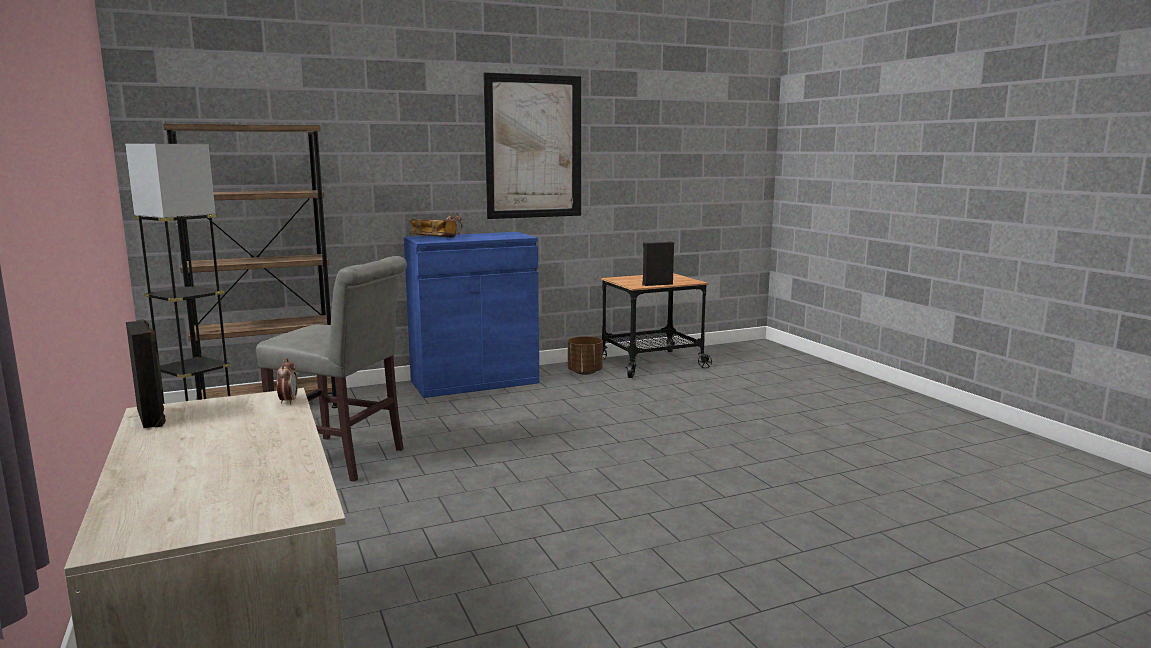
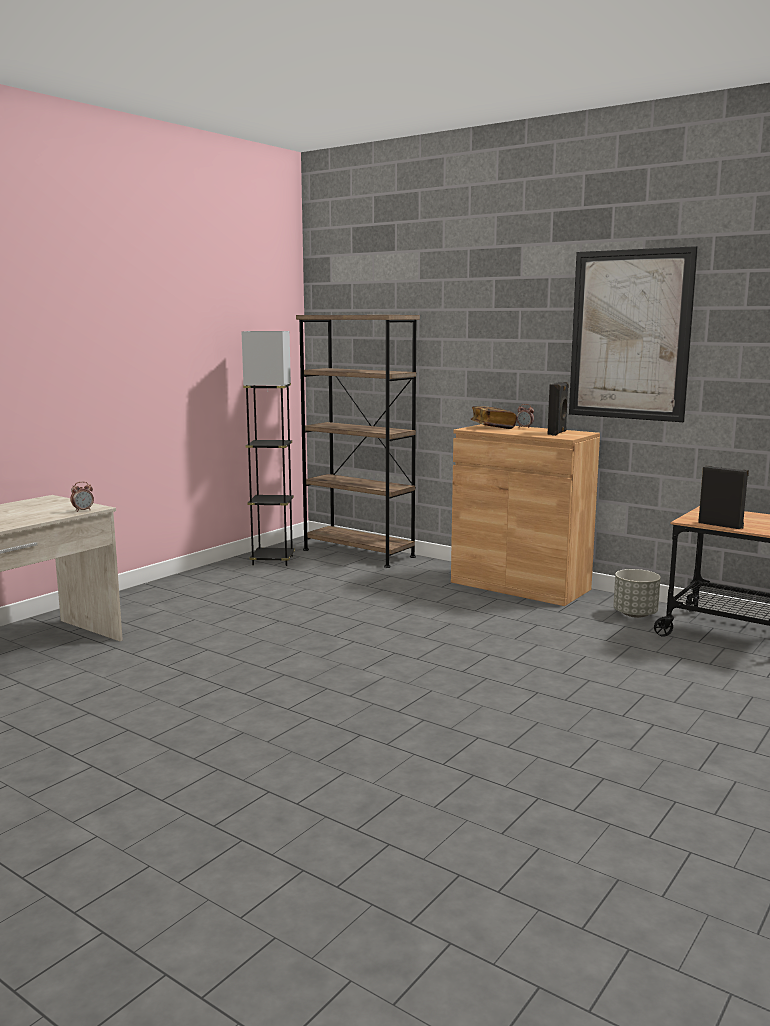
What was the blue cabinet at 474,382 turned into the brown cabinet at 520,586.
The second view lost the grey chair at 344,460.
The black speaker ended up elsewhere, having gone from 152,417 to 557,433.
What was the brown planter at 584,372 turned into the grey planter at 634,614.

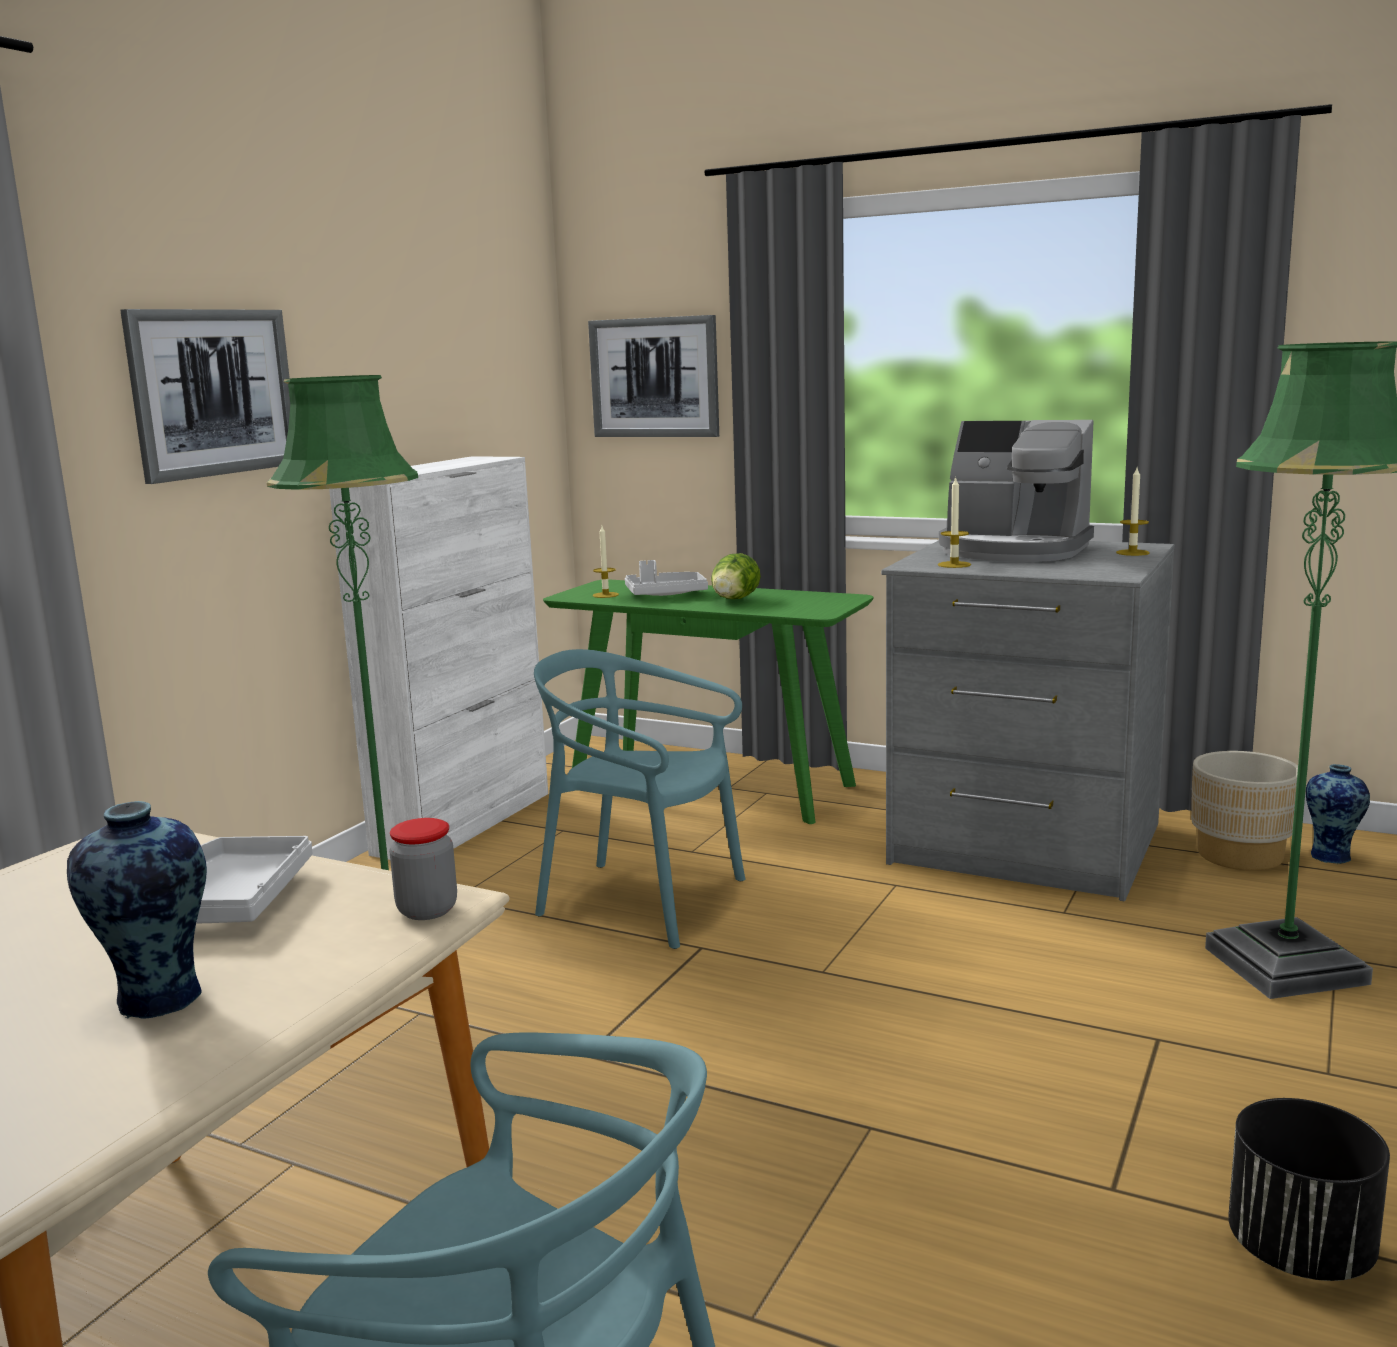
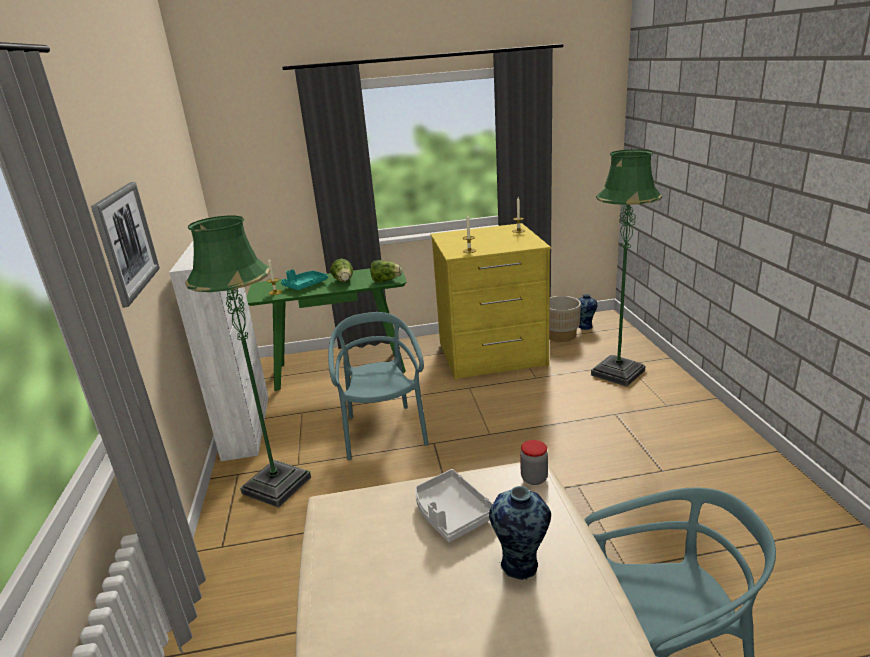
The second view lost the picture at 654,377.
The second view lost the coffee machine at 1013,550.
What was the grey dresser at 1024,845 turned into the yellow dresser at 492,355.
What was the grey tray at 665,594 turned into the turquoise tray at 305,285.
The turquoise chair at 642,901 ended up facing another way, 90 degrees clockwise from before.
The second view lost the black planter at 1301,1251.
The second view gained the lettuce at 386,281.

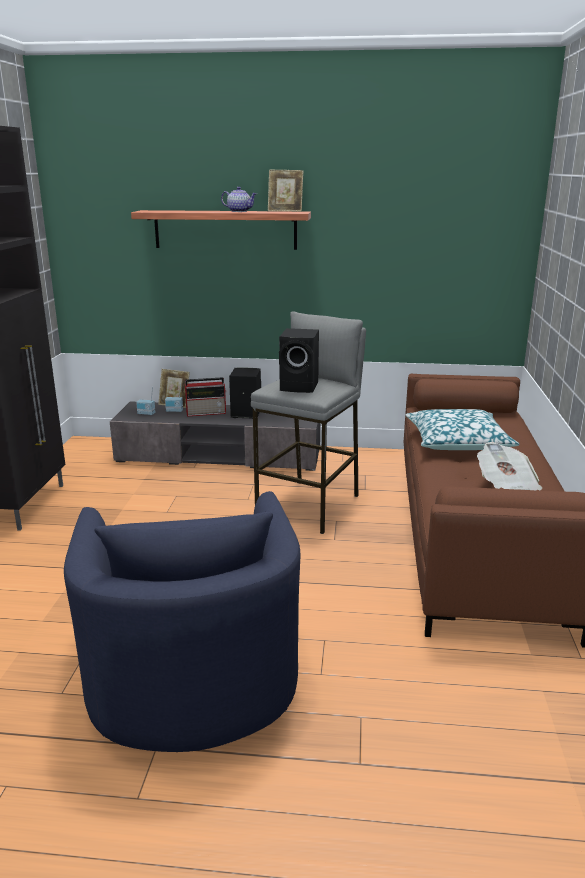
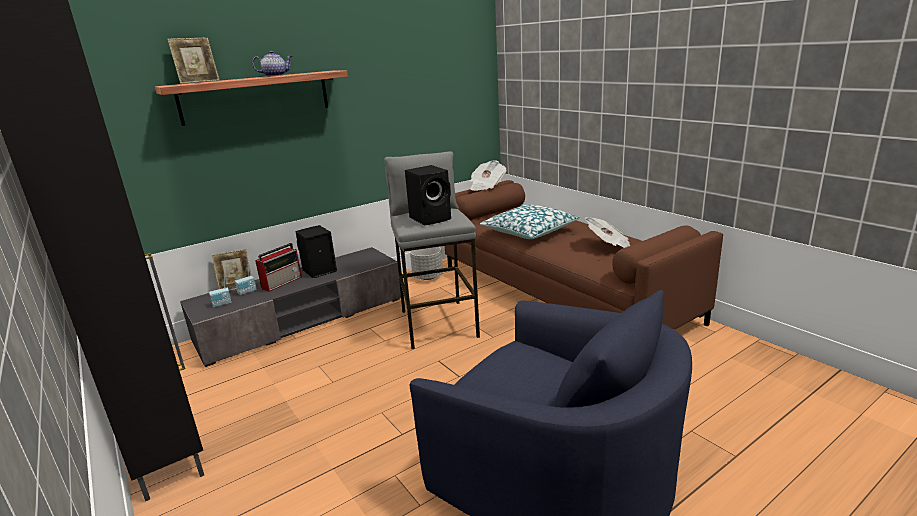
The picture frame ended up elsewhere, having gone from 285,211 to 199,82.
The second view gained the newspaper at 486,186.
The second view gained the grey planter at 428,277.

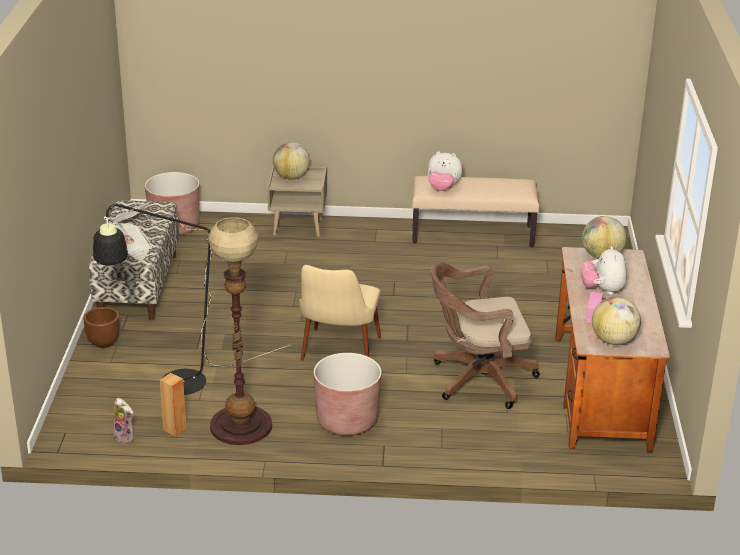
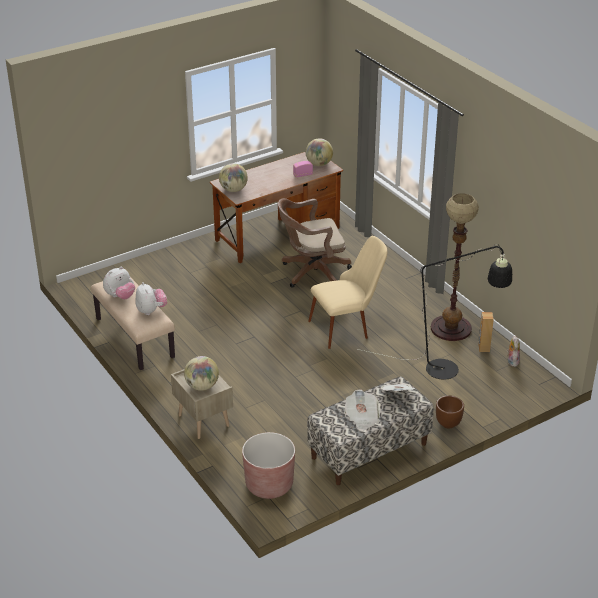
The plush toy ended up elsewhere, having gone from 602,290 to 120,296.
The brown office chair at 477,380 ended up facing another way, 120 degrees clockwise from before.
The second view lost the brown planter at 347,421.

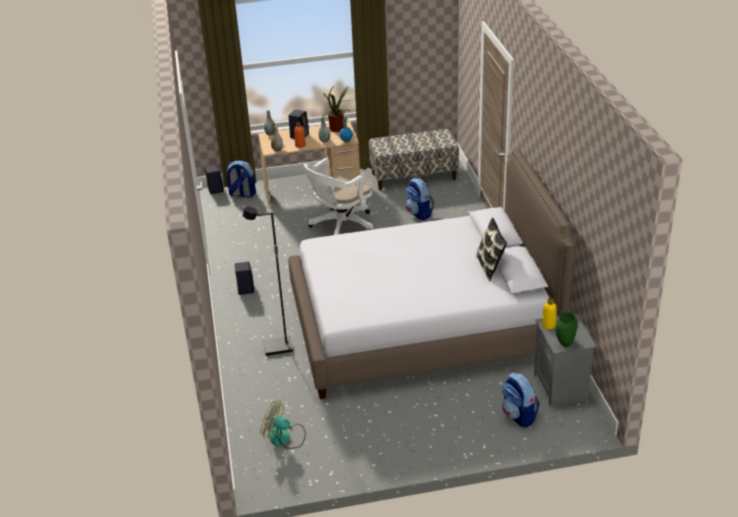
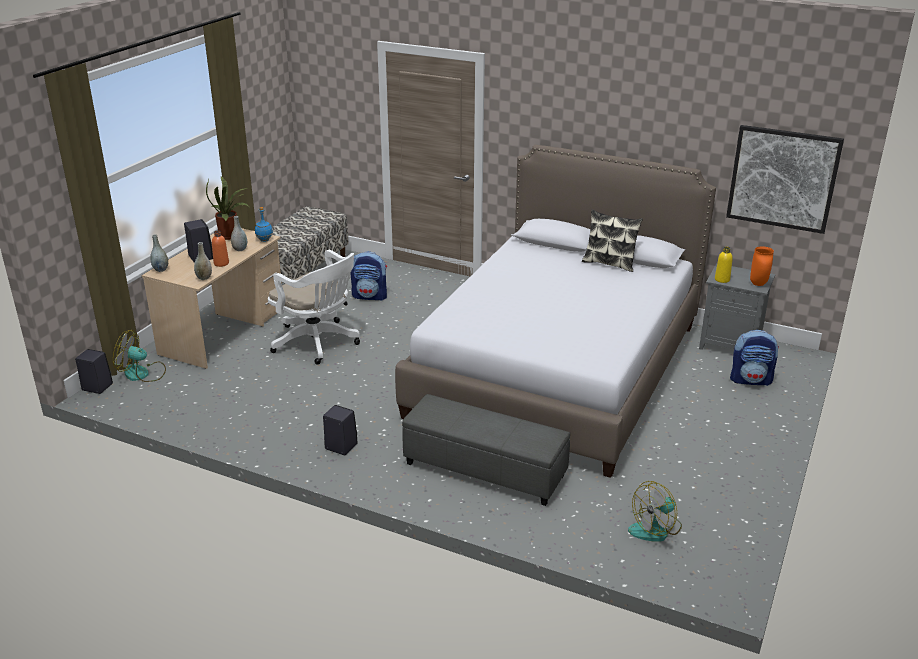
The white office chair at 340,226 ended up facing another way, 45 degrees counterclockwise from before.
Where the backpack stood at 242,194, the fan came to stand at 142,374.
Where the black floor lamp stood at 277,348, the grey ottoman came to stand at 485,469.
What was the green vase at 564,343 turned into the orange vase at 757,284.
The second view gained the picture at 783,178.

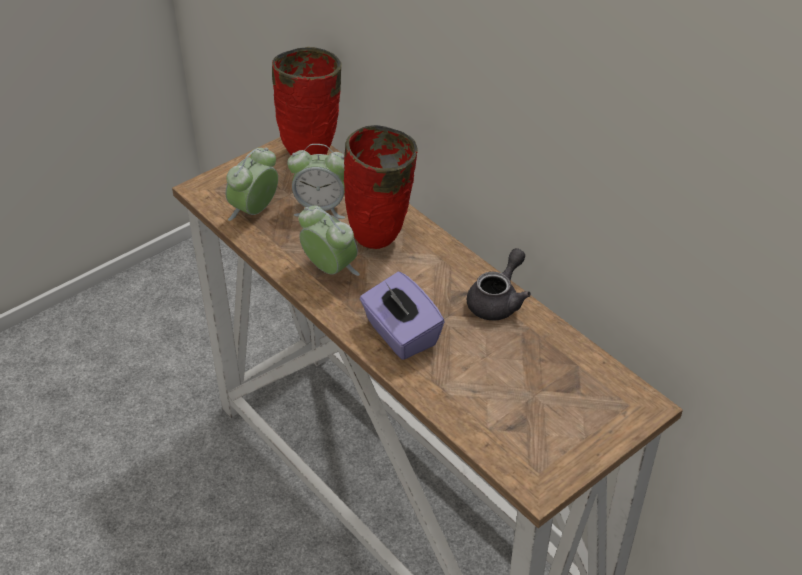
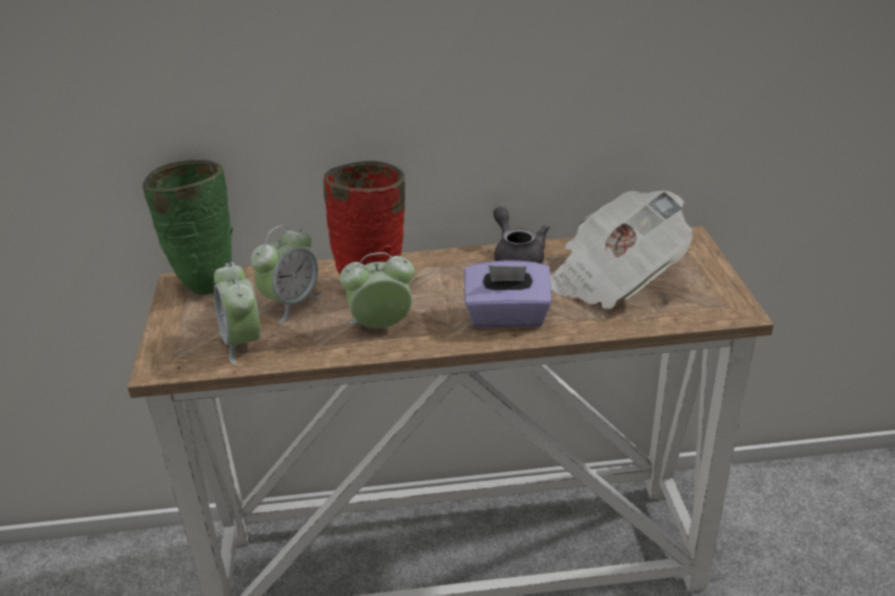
What was the red vase at 312,153 turned into the green vase at 207,282.
The second view gained the newspaper at 614,279.

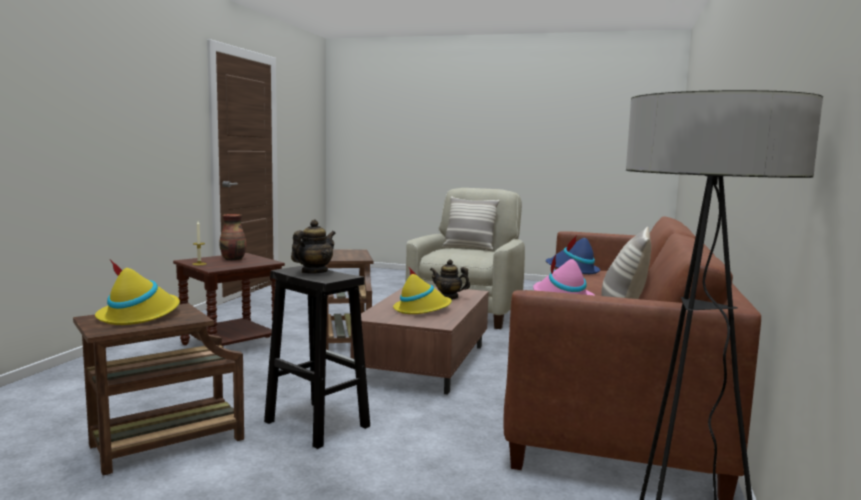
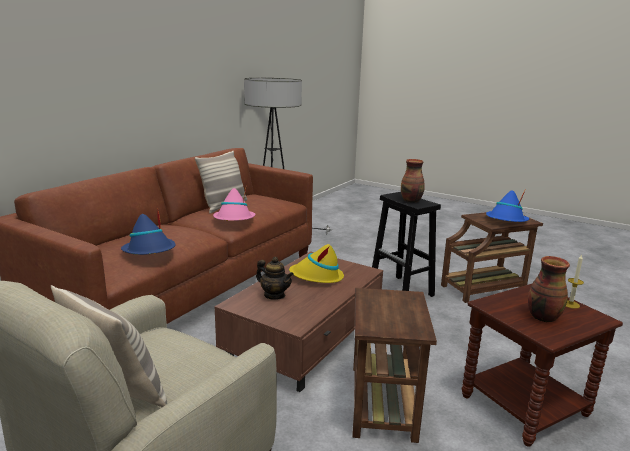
Where the teapot stood at 313,272, the vase came to stand at 411,200.
What was the yellow hat at 139,315 turned into the blue hat at 506,220.

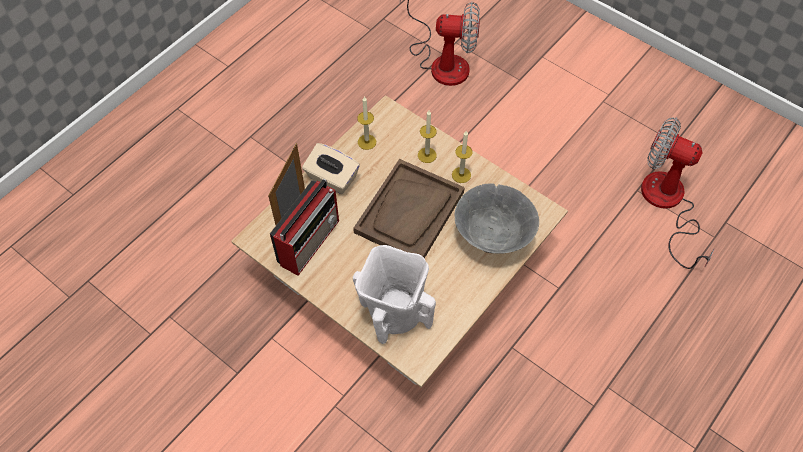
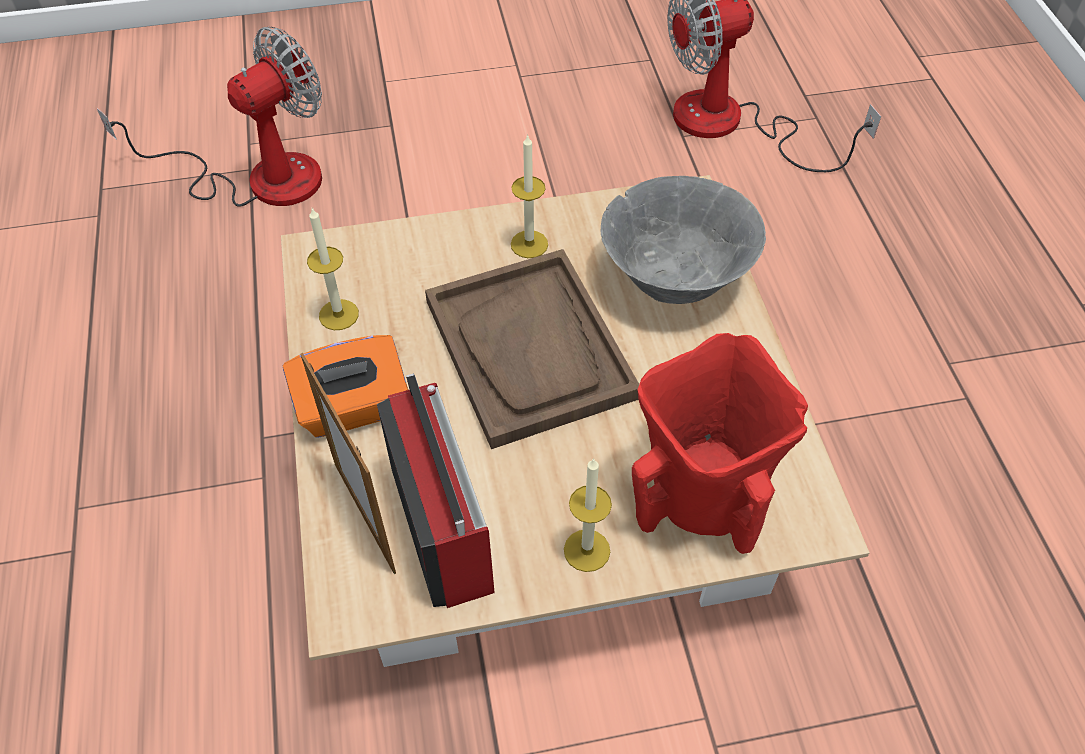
The candle ended up elsewhere, having gone from 427,155 to 587,550.
What was the beige tissue box at 331,178 turned into the orange tissue box at 353,408.
What was the white vase at 394,313 turned into the red vase at 700,497.

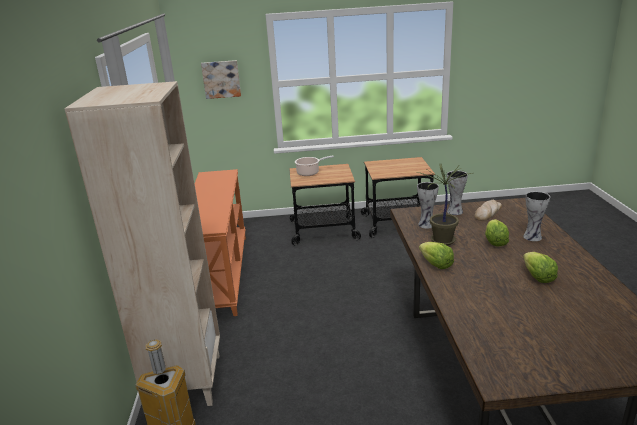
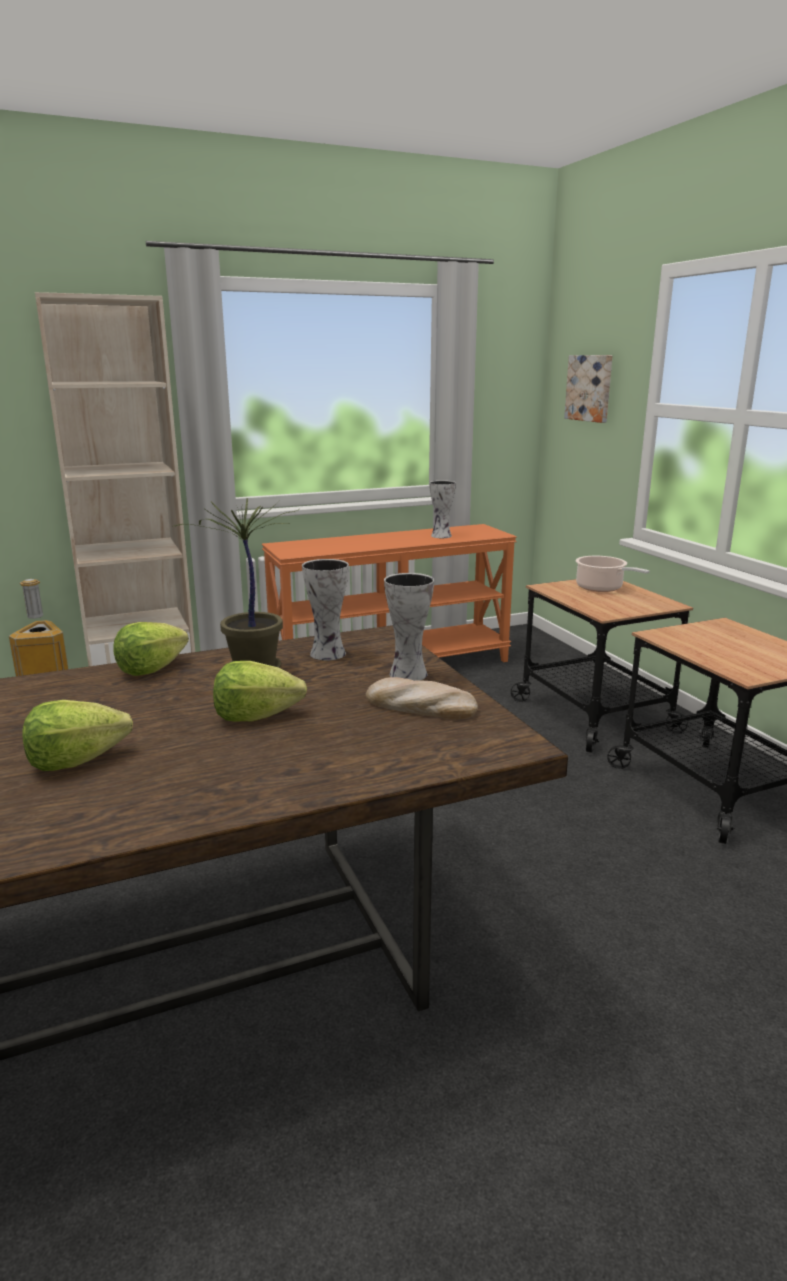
The vase ended up elsewhere, having gone from 533,237 to 441,536.

